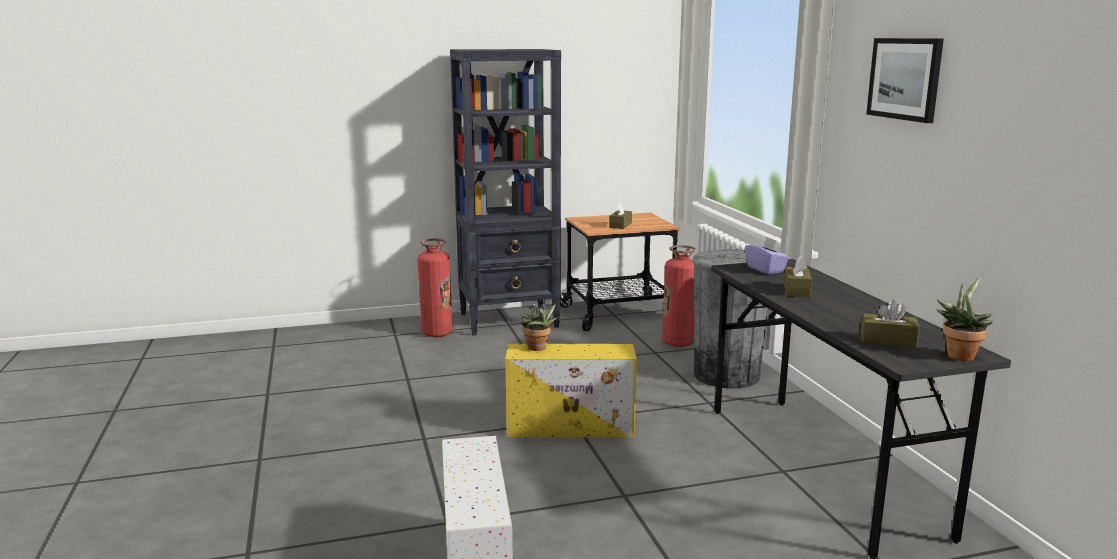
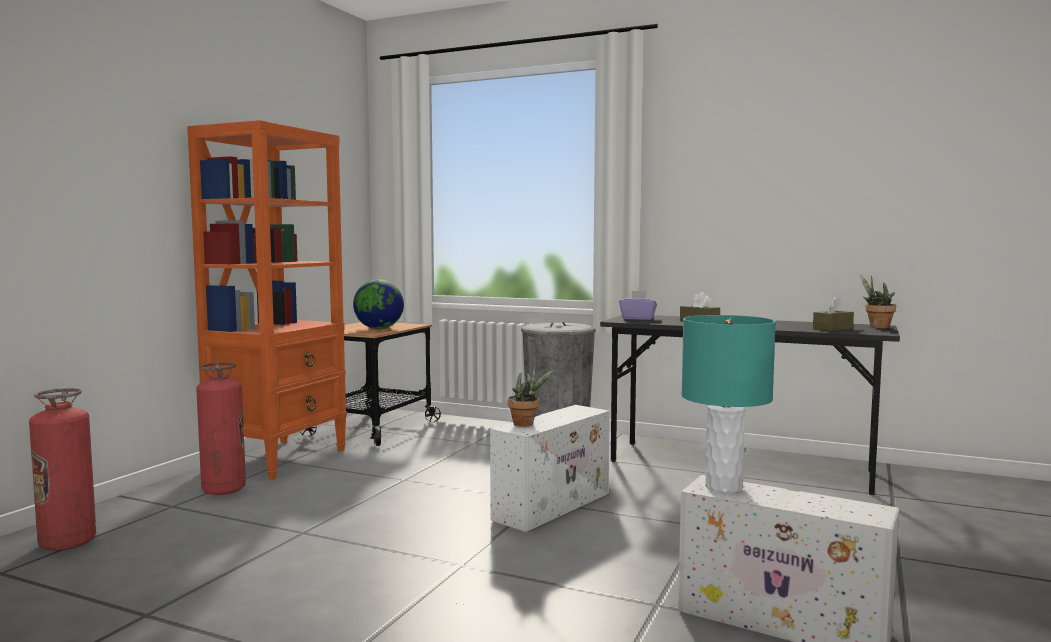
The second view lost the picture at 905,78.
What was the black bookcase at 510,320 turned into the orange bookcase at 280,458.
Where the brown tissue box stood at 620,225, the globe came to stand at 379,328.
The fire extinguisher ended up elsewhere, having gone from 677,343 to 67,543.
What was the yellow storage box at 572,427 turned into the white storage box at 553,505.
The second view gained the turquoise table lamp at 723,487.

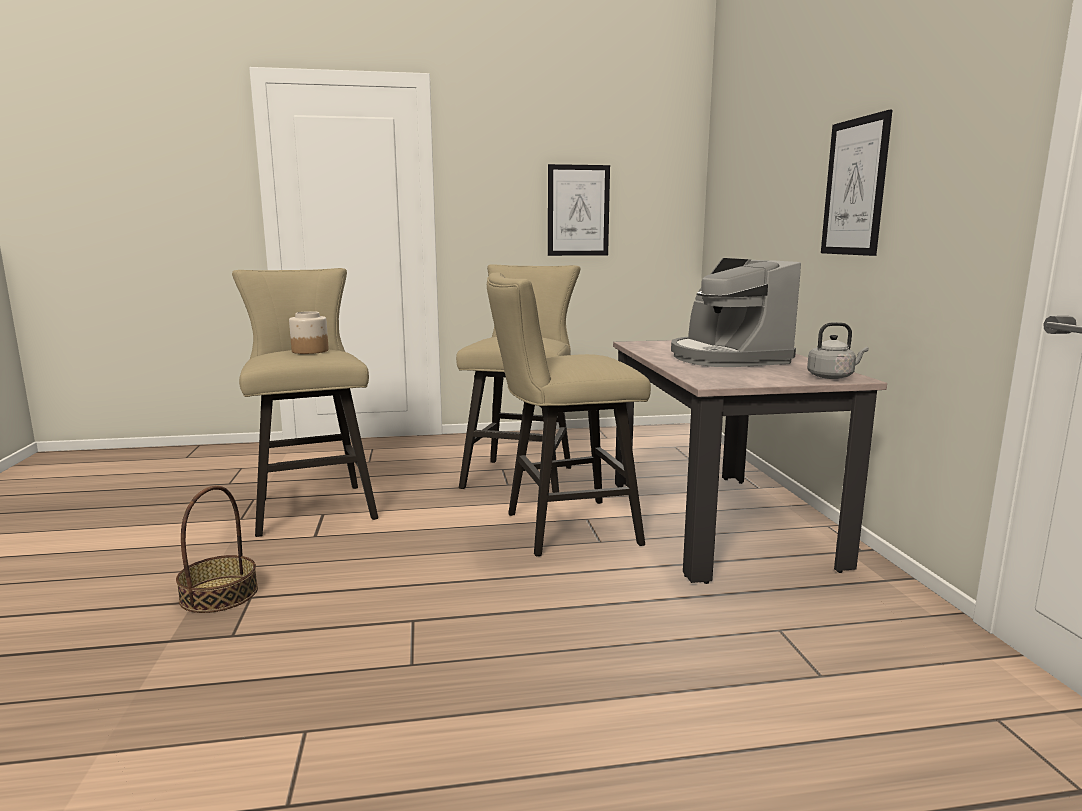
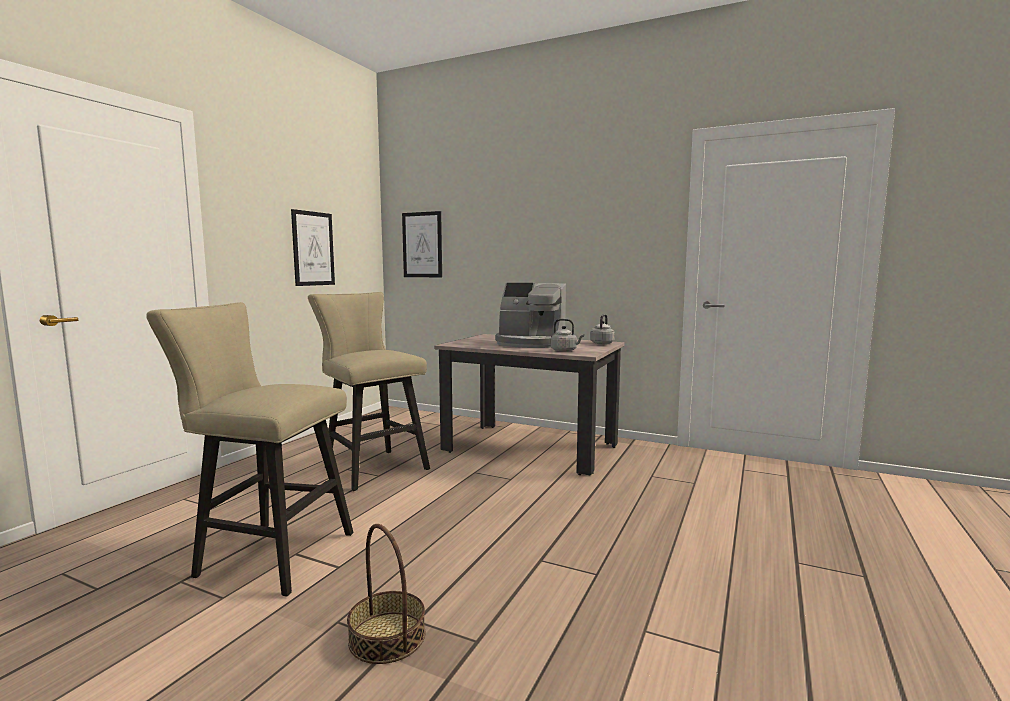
The picture ended up elsewhere, having gone from 855,187 to 422,245.
The second view lost the beige stool at 562,529.
The second view lost the jar at 309,351.
The second view gained the grey kettle at 565,351.

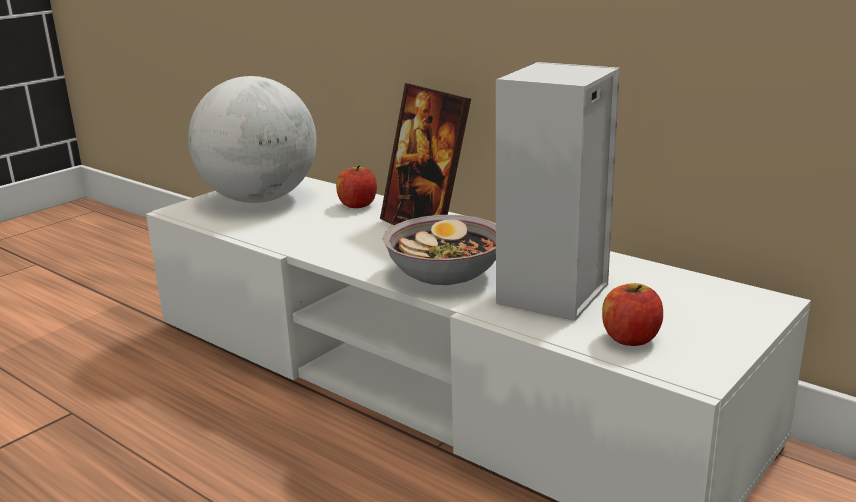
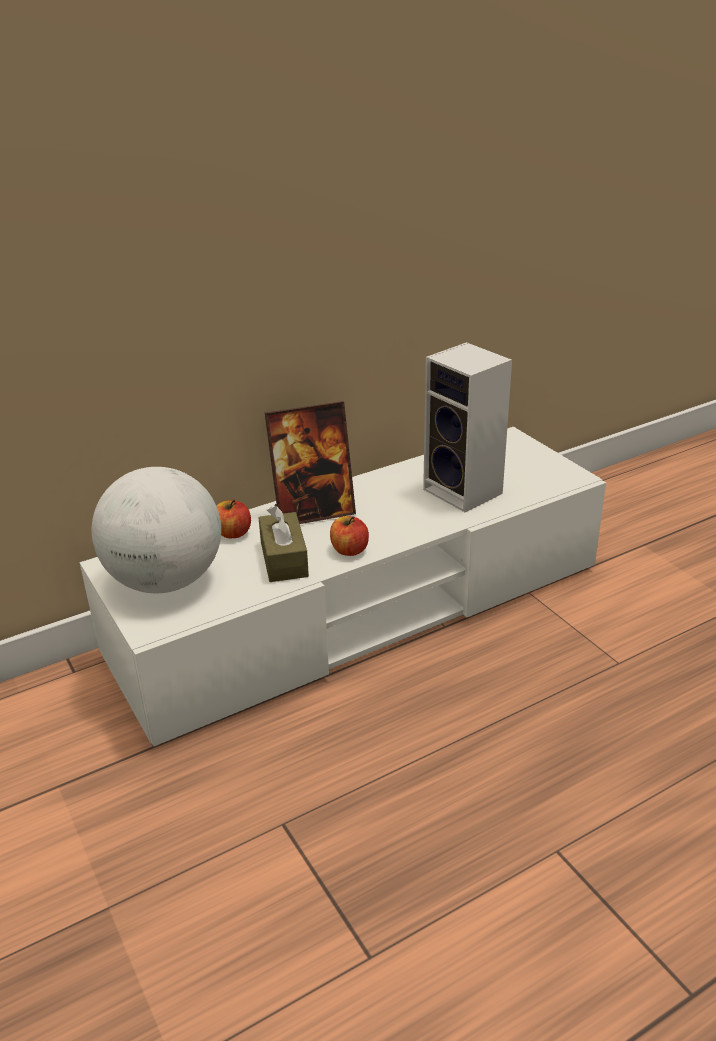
The second view lost the bowl at 445,274.
The apple ended up elsewhere, having gone from 630,338 to 349,550.
The second view gained the brown tissue box at 284,559.

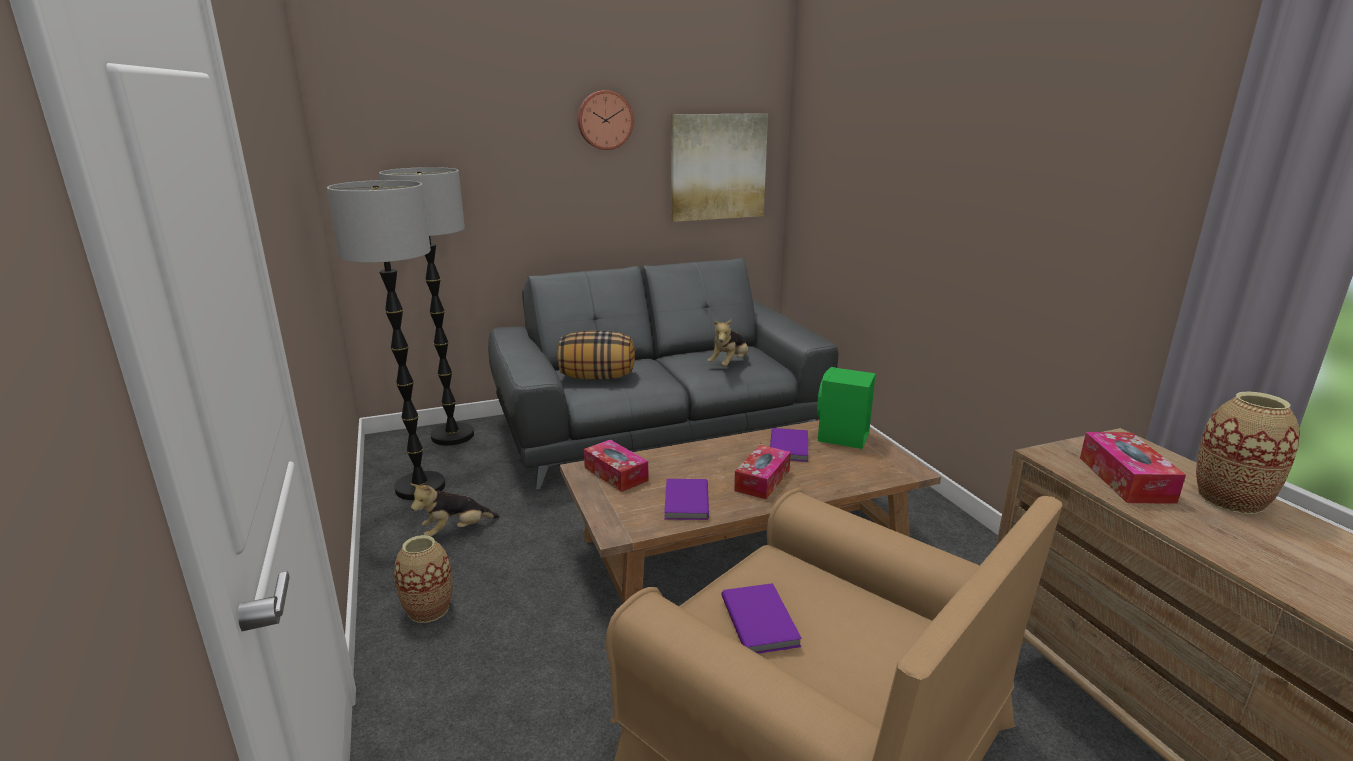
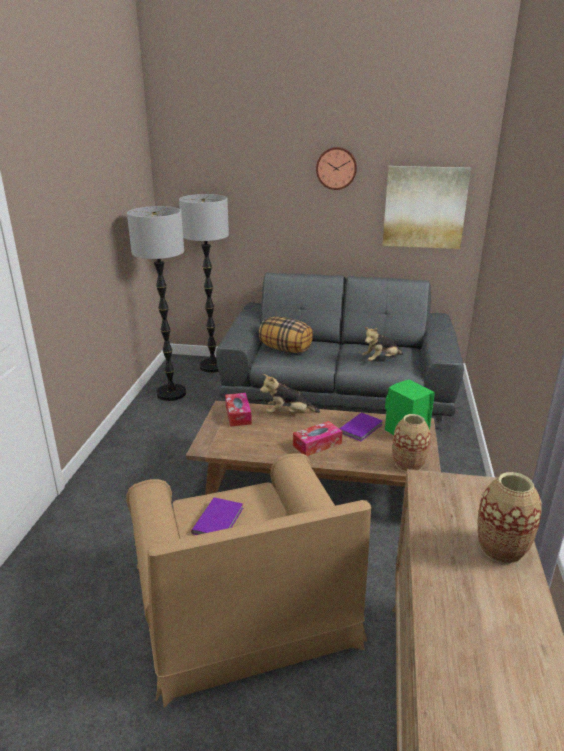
The second view lost the tissue box at 1125,479.
The second view lost the purple book at 685,502.
The plush toy ended up elsewhere, having gone from 456,531 to 288,414.
The vase ended up elsewhere, having gone from 428,609 to 408,464.

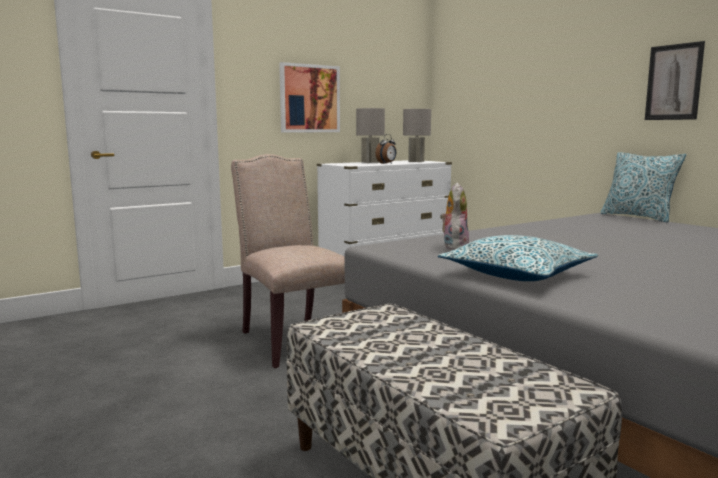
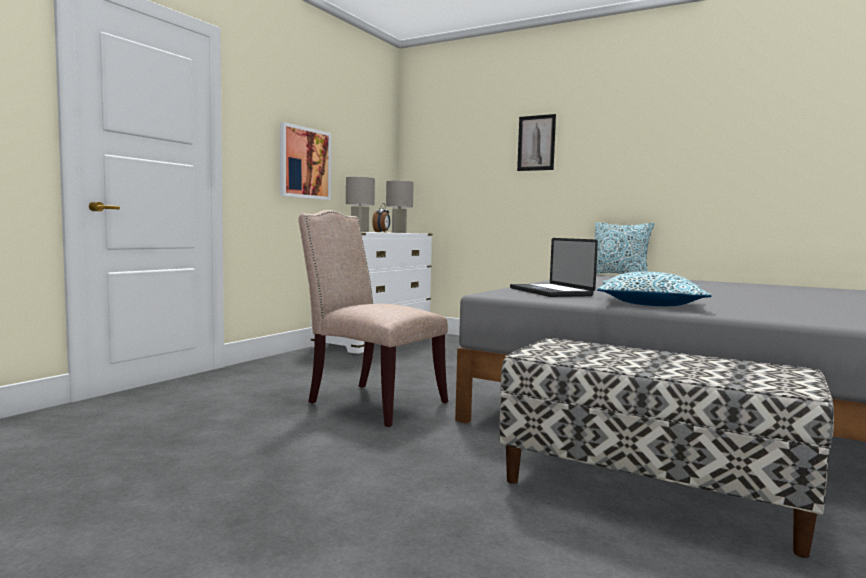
The picture ended up elsewhere, having gone from 673,82 to 536,143.
Where the plush toy stood at 453,246, the laptop came to stand at 550,292.

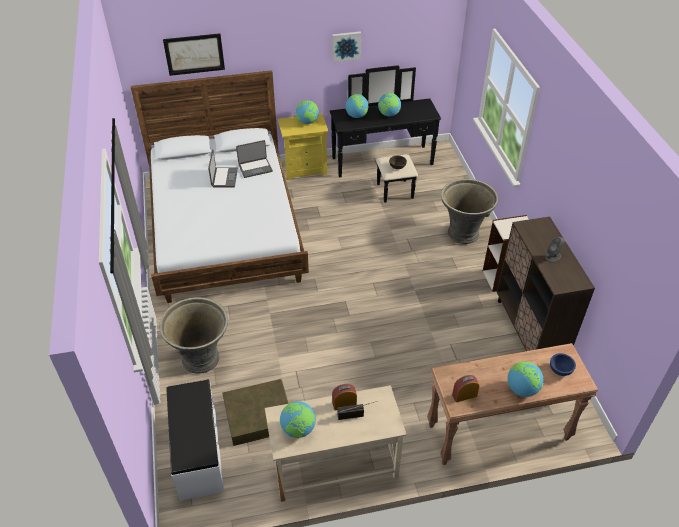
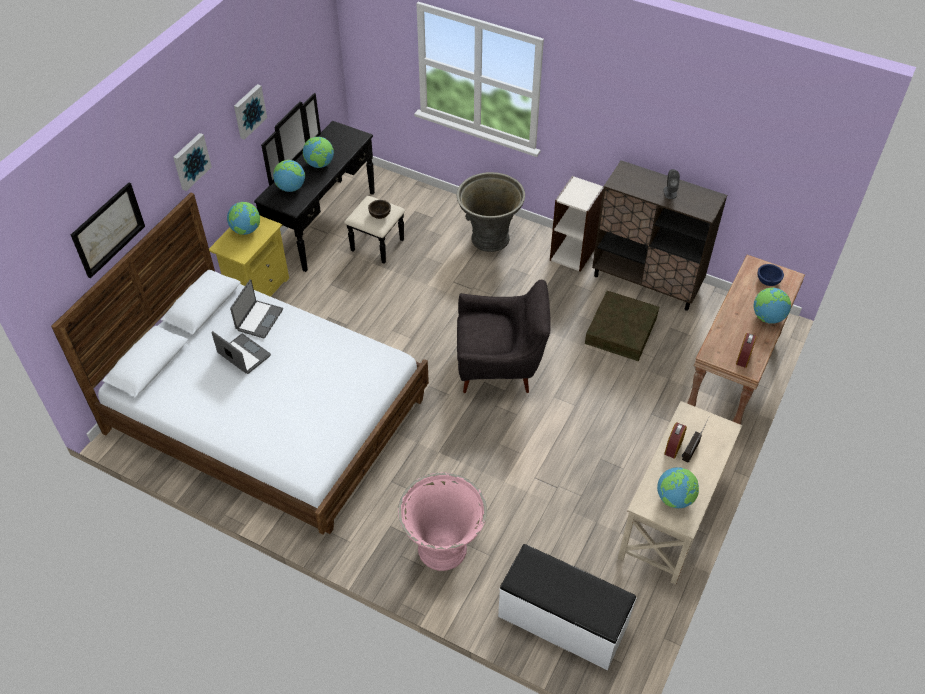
What was the grey planter at 201,359 turned into the pink planter at 443,548.
The brown storage box ended up elsewhere, having gone from 258,415 to 621,330.
The second view gained the picture at 190,161.
The second view gained the grey armchair at 500,366.

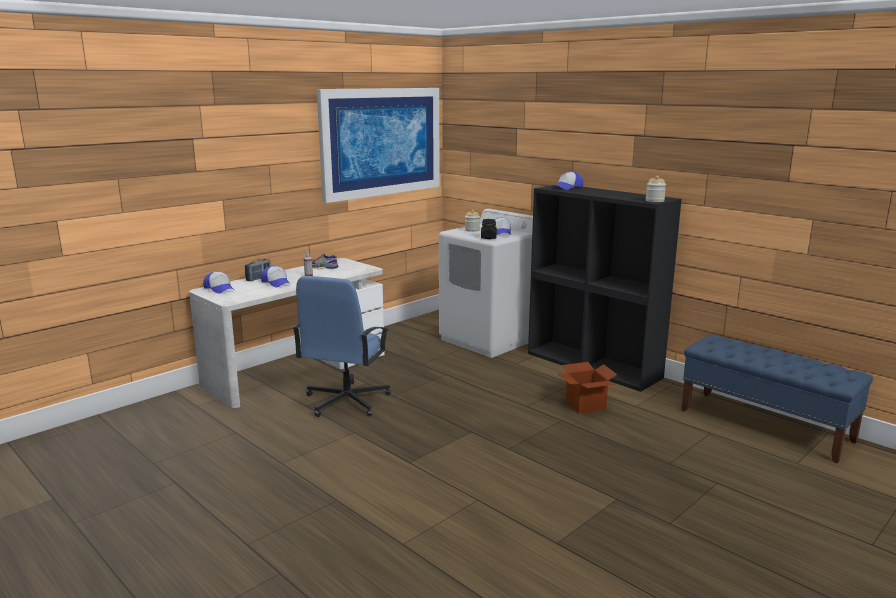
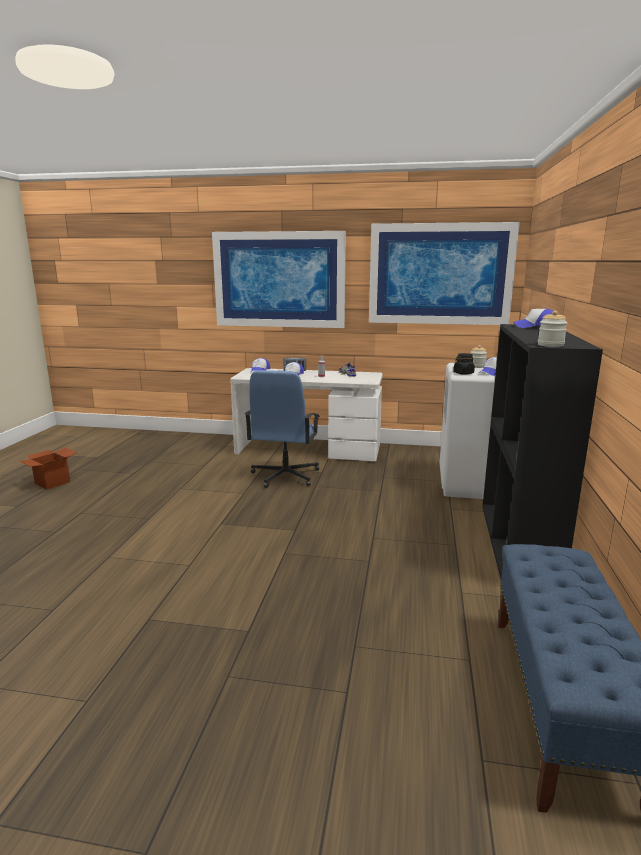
The blue office chair at 346,401 ended up facing another way, 60 degrees counterclockwise from before.
The cardboard box ended up elsewhere, having gone from 585,405 to 52,482.
The second view gained the picture at 279,280.

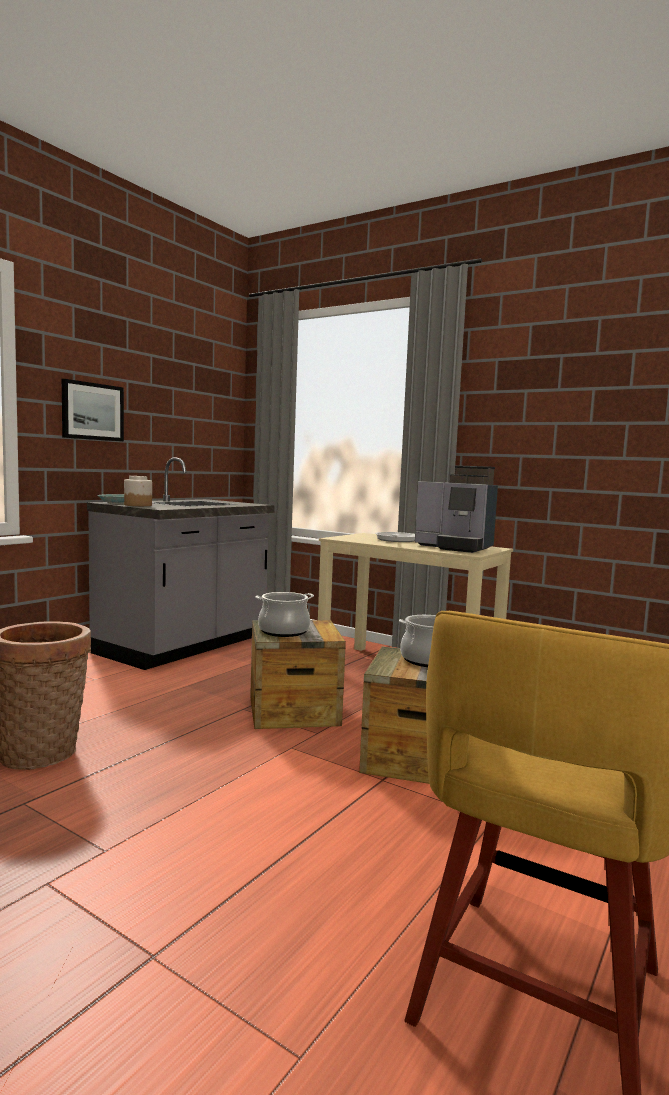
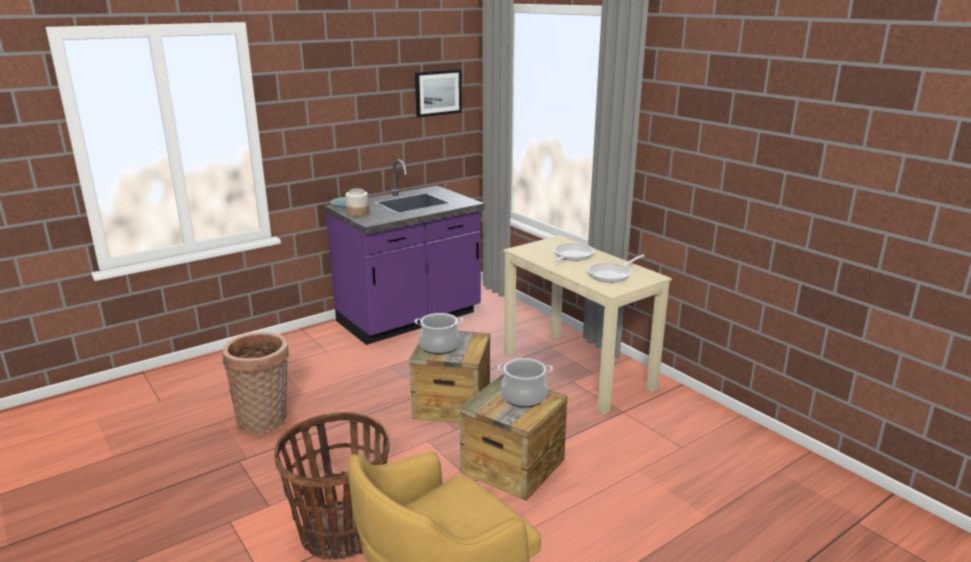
The picture ended up elsewhere, having gone from 92,411 to 438,92.
What was the grey counter at 184,646 turned into the purple counter at 409,319.
Where the coffee machine stood at 455,547, the frying pan came to stand at 612,274.
The second view gained the basket at 341,532.

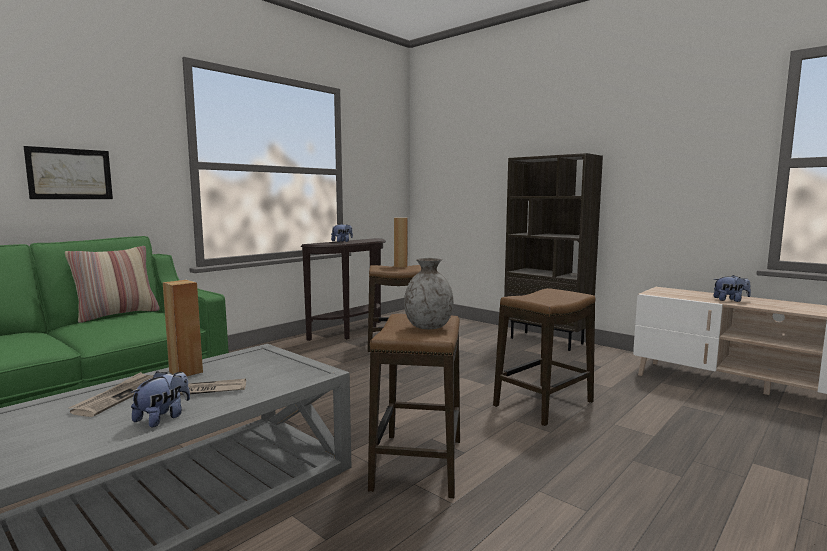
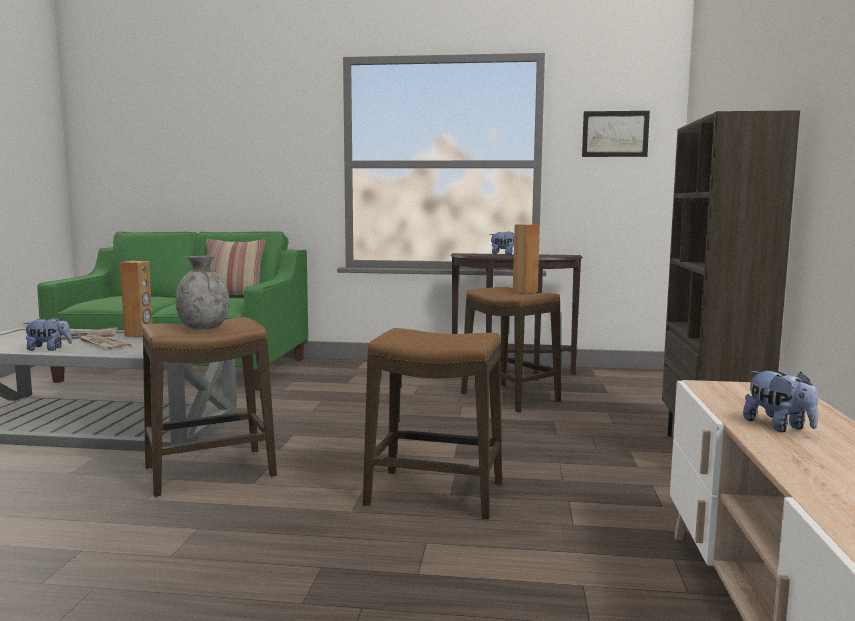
The picture ended up elsewhere, having gone from 70,174 to 615,134.

